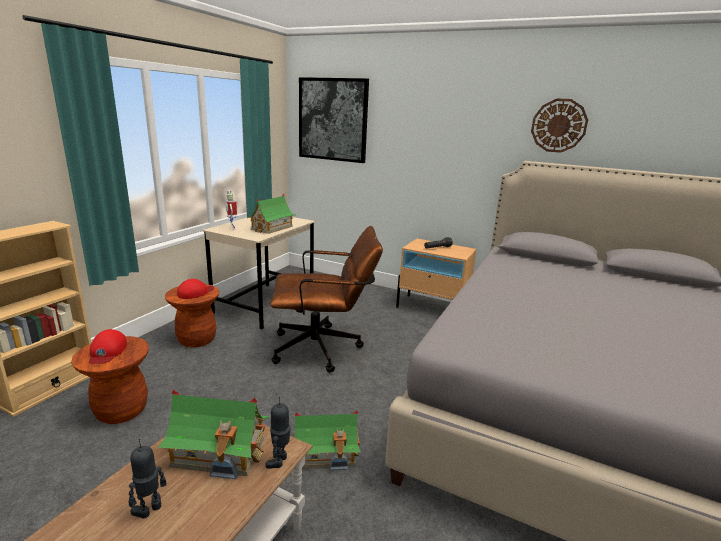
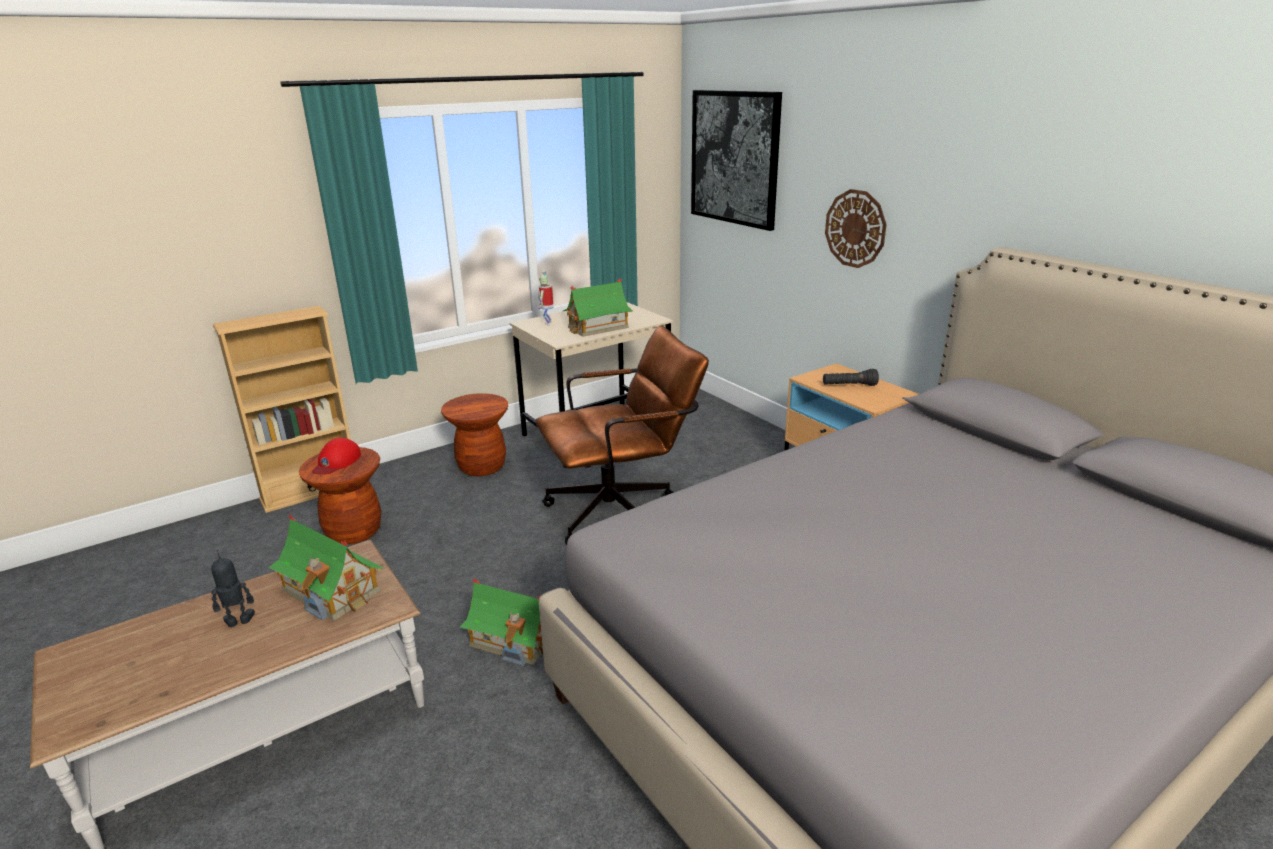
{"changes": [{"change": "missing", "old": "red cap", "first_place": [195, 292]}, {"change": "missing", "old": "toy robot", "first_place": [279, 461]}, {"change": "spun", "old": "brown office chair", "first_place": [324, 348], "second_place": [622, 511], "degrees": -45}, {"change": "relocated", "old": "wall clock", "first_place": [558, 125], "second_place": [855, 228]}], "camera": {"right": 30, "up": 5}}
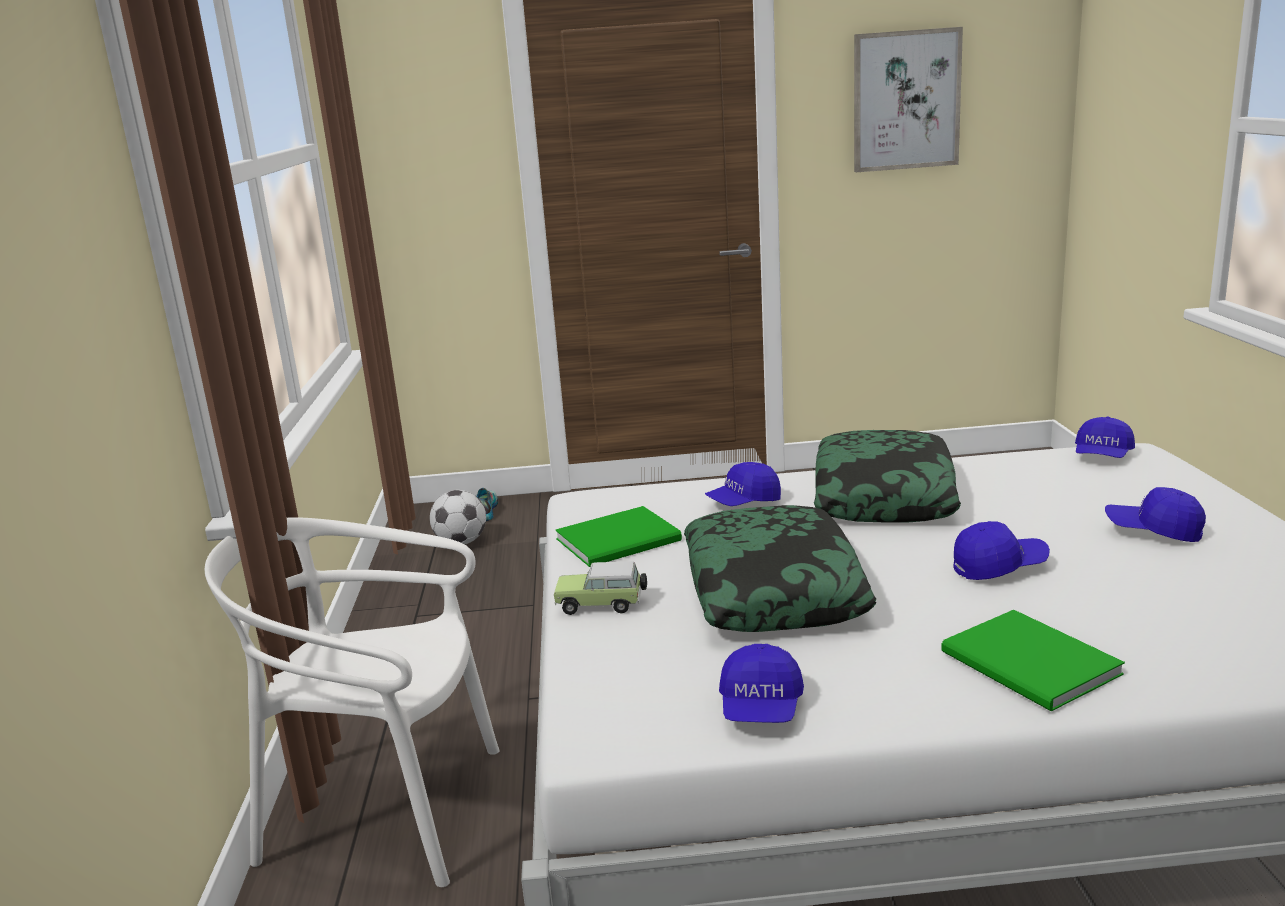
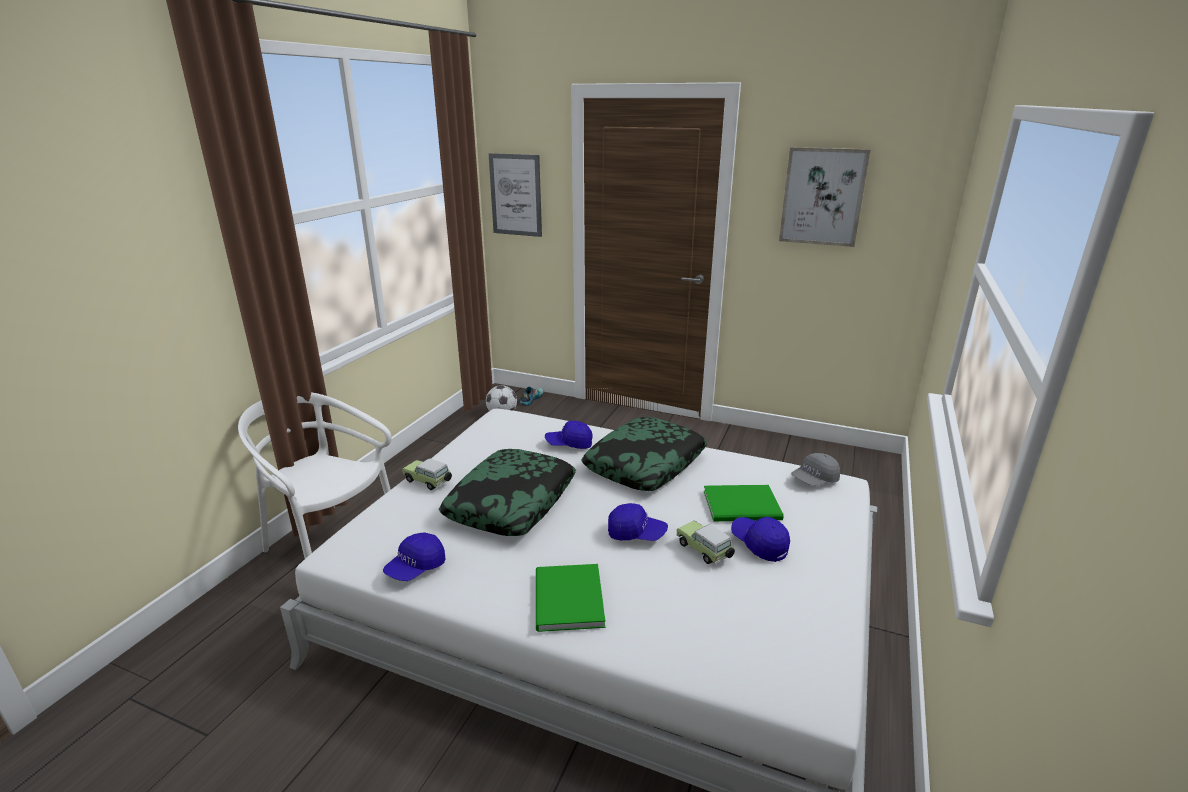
{"changes": [{"change": "relocated", "old": "green book", "first_place": [622, 540], "second_place": [744, 506]}, {"change": "colour", "old": "blue cap", "new": "grey cap", "first_place": [1102, 456], "second_place": [814, 480]}, {"change": "appeared", "new": "picture", "second_place": [516, 195]}, {"change": "appeared", "new": "toy car", "second_place": [705, 551]}], "camera": {"right": 25, "up": 5}}
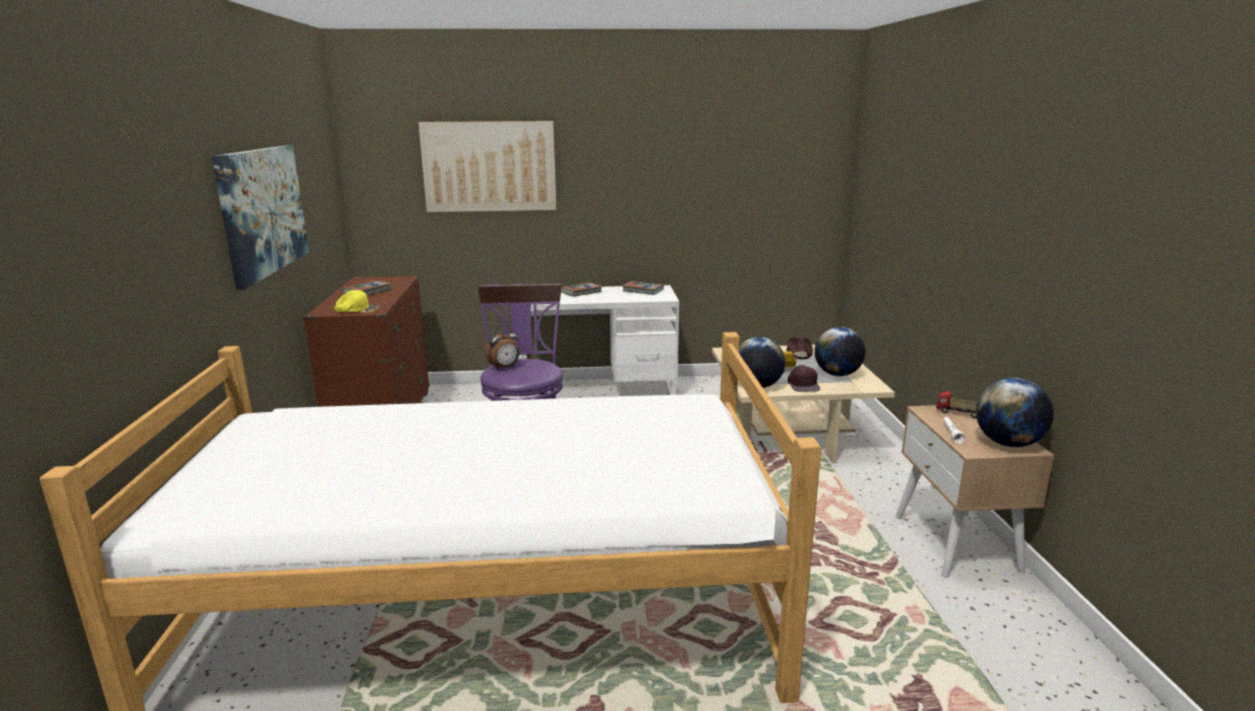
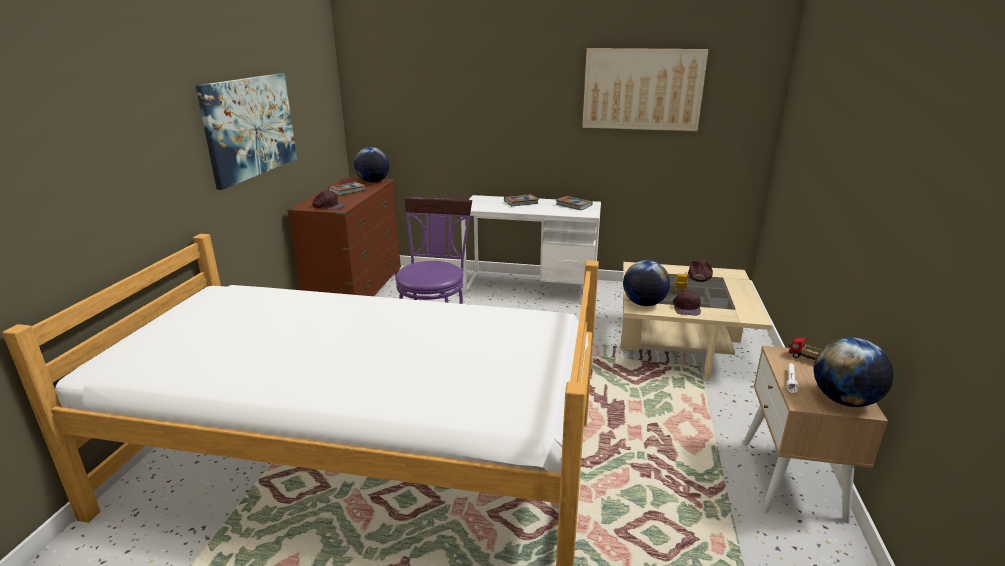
{"changes": [{"change": "colour", "old": "yellow cap", "new": "brown cap", "first_place": [357, 309], "second_place": [329, 206]}, {"change": "relocated", "old": "picture", "first_place": [489, 166], "second_place": [642, 89]}, {"change": "missing", "old": "alarm clock", "first_place": [504, 368]}, {"change": "relocated", "old": "globe", "first_place": [837, 374], "second_place": [373, 182]}], "camera": {"right": 15, "up": 5}}
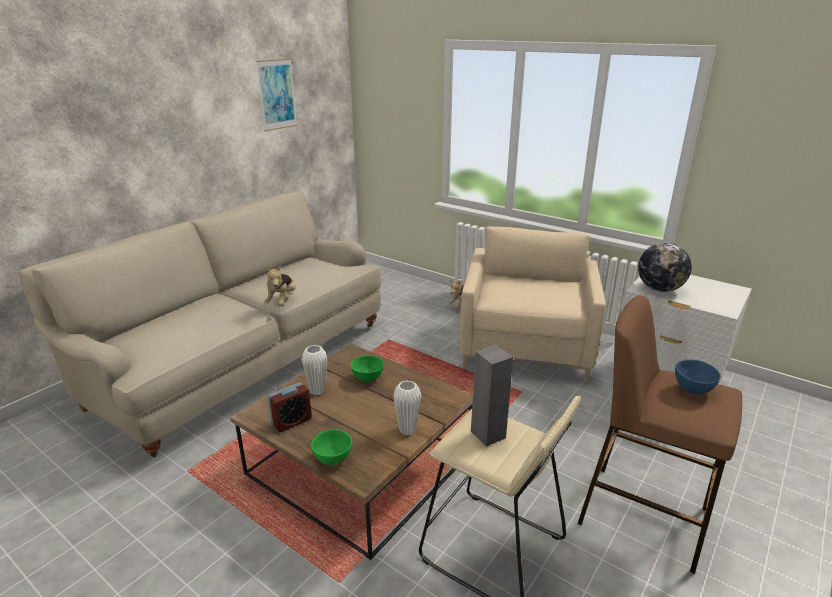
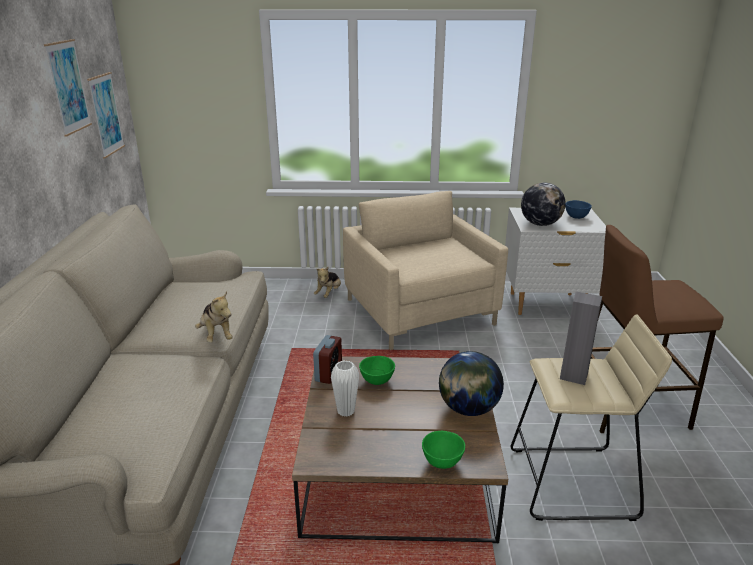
{"changes": [{"change": "relocated", "old": "alarm clock", "first_place": [291, 421], "second_place": [328, 373]}, {"change": "exchanged", "old": "white vase", "new": "globe", "first_place": [407, 430], "second_place": [468, 409]}, {"change": "relocated", "old": "blue bowl", "first_place": [692, 389], "second_place": [576, 217]}, {"change": "appeared", "new": "picture", "second_place": [106, 114]}], "camera": {"right": -35, "up": 0}}
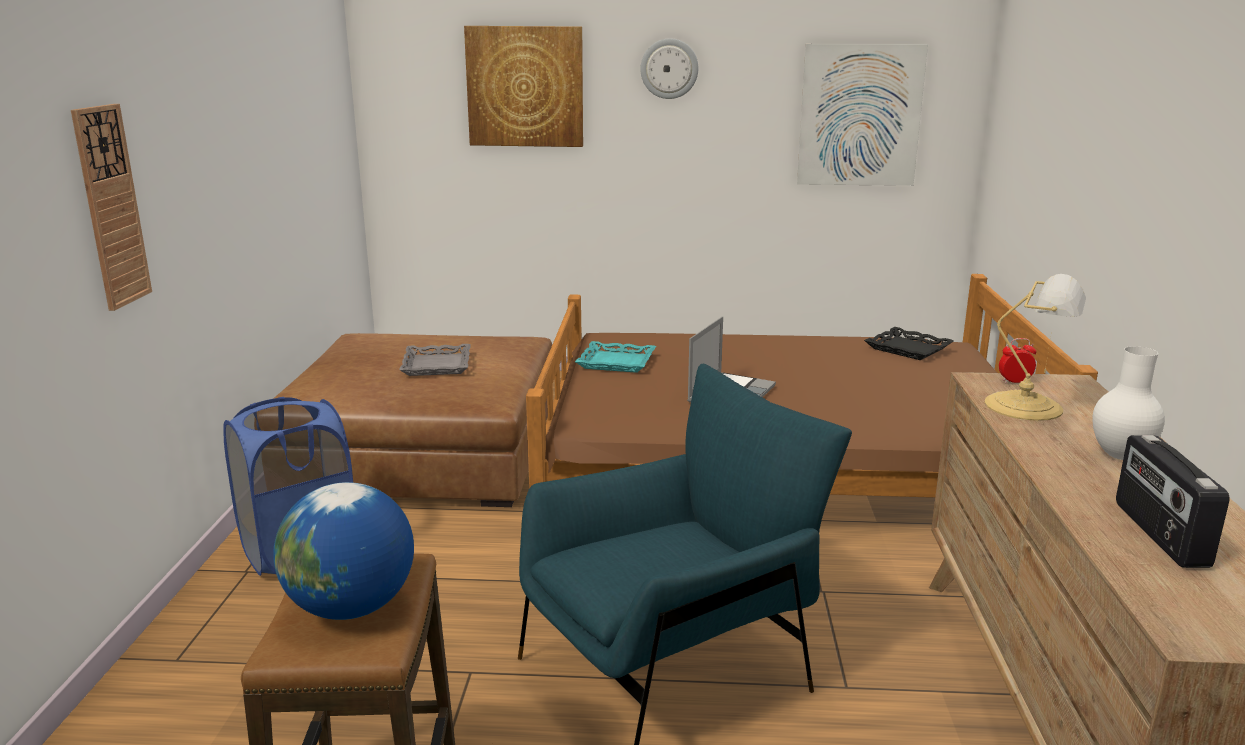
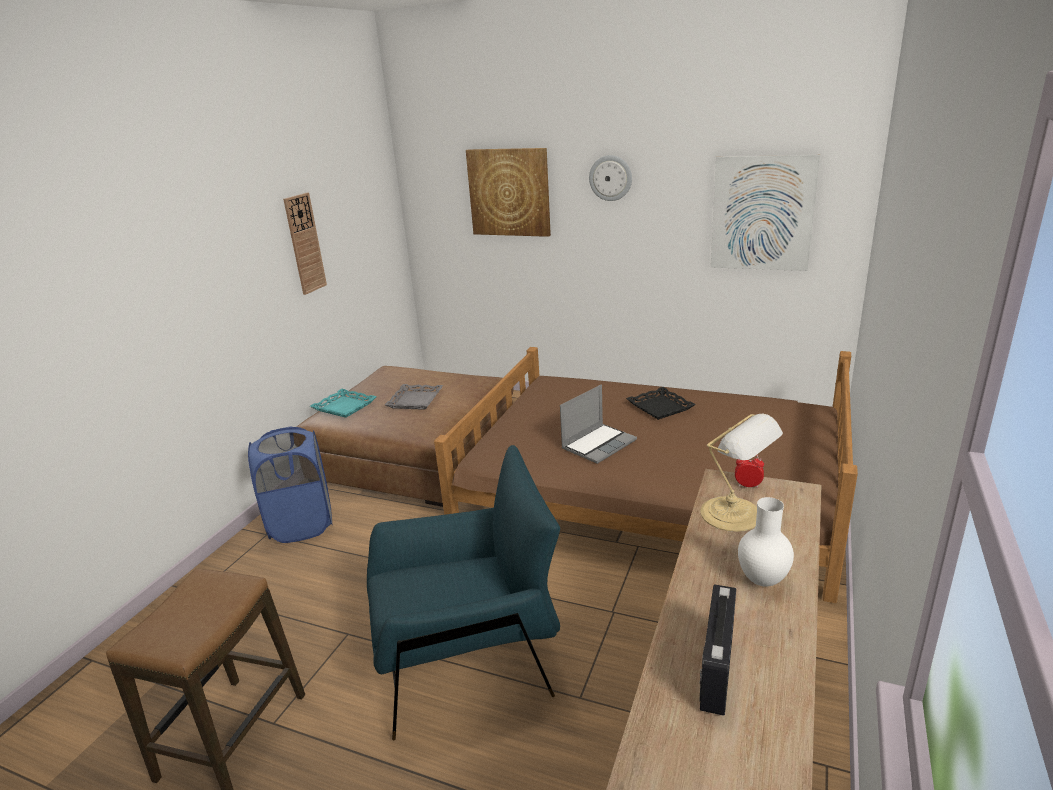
{"changes": [{"change": "relocated", "old": "wall clock", "first_place": [111, 207], "second_place": [304, 244]}, {"change": "missing", "old": "globe", "first_place": [351, 608]}, {"change": "relocated", "old": "turquoise tray", "first_place": [616, 362], "second_place": [344, 407]}, {"change": "relocated", "old": "black tray", "first_place": [907, 349], "second_place": [659, 407]}], "camera": {"right": 20, "up": 5}}
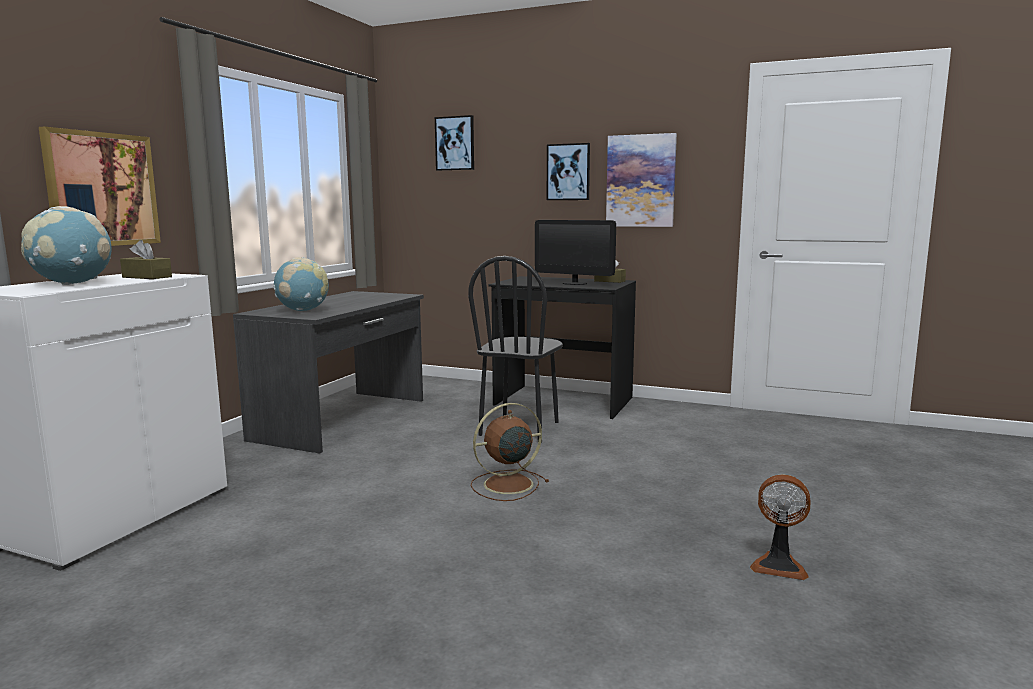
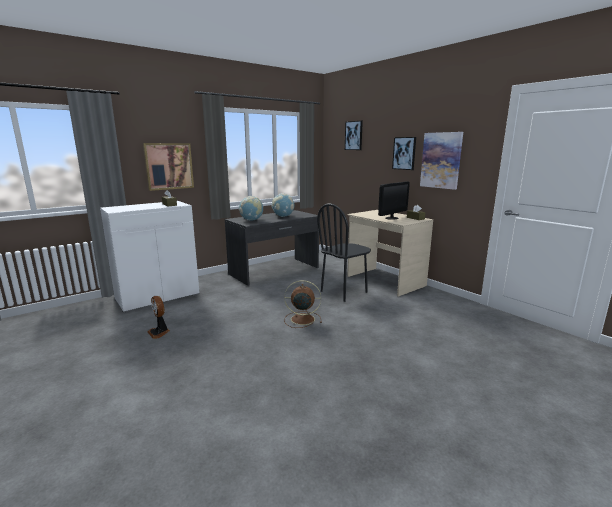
{"changes": [{"change": "relocated", "old": "globe", "first_place": [73, 283], "second_place": [283, 216]}, {"change": "colour", "old": "black desk", "new": "beige desk", "first_place": [562, 401], "second_place": [384, 281]}, {"change": "spun", "old": "monitor", "first_place": [574, 283], "second_place": [391, 218], "degrees": -105}, {"change": "relocated", "old": "fan", "first_place": [779, 565], "second_place": [159, 332]}], "camera": {"right": 30, "up": 5}}
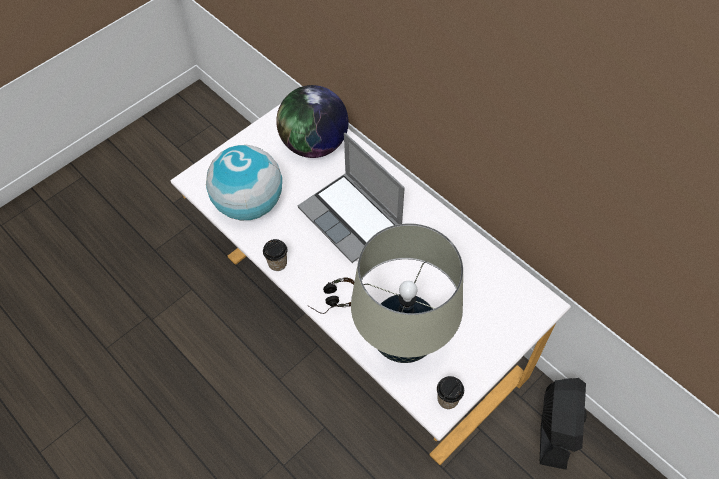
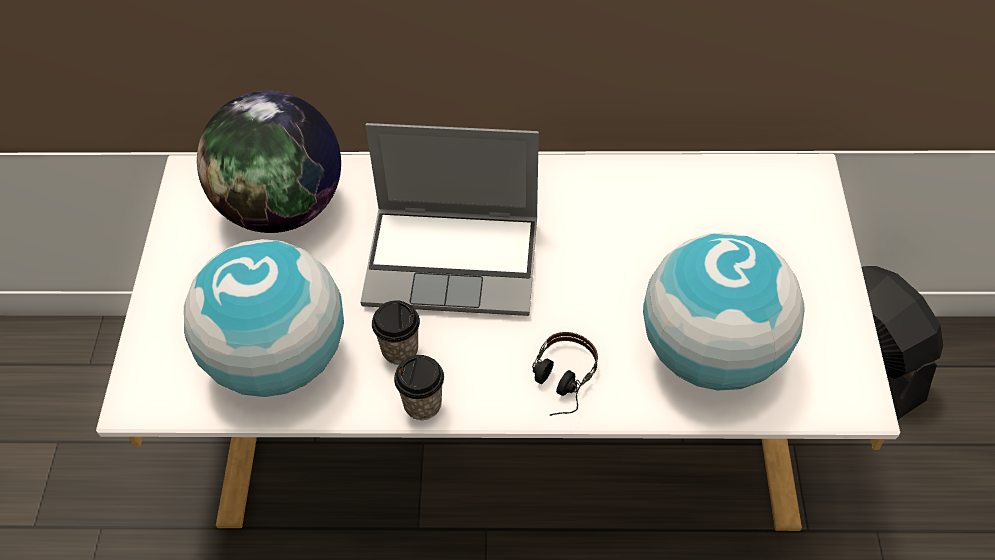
{"changes": [{"change": "exchanged", "old": "beige table lamp", "new": "globe", "first_place": [403, 340], "second_place": [711, 355]}, {"change": "relocated", "old": "cup", "first_place": [447, 399], "second_place": [400, 350]}], "camera": {"right": -45, "up": -5}}
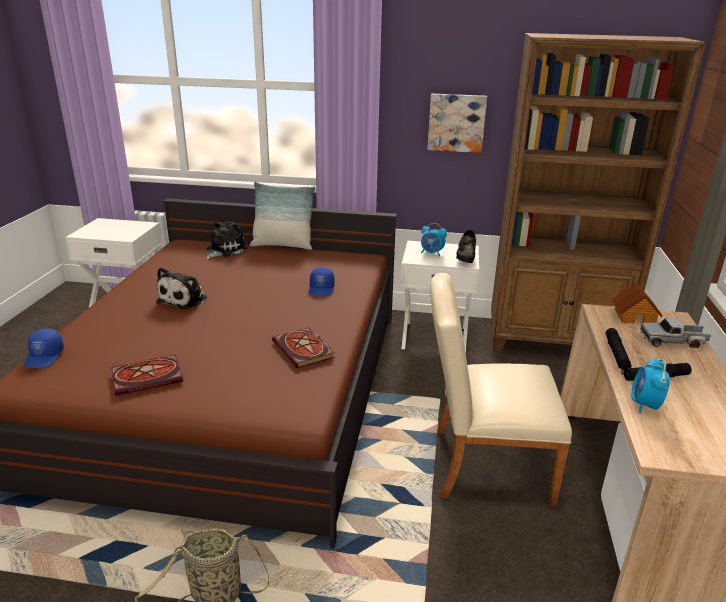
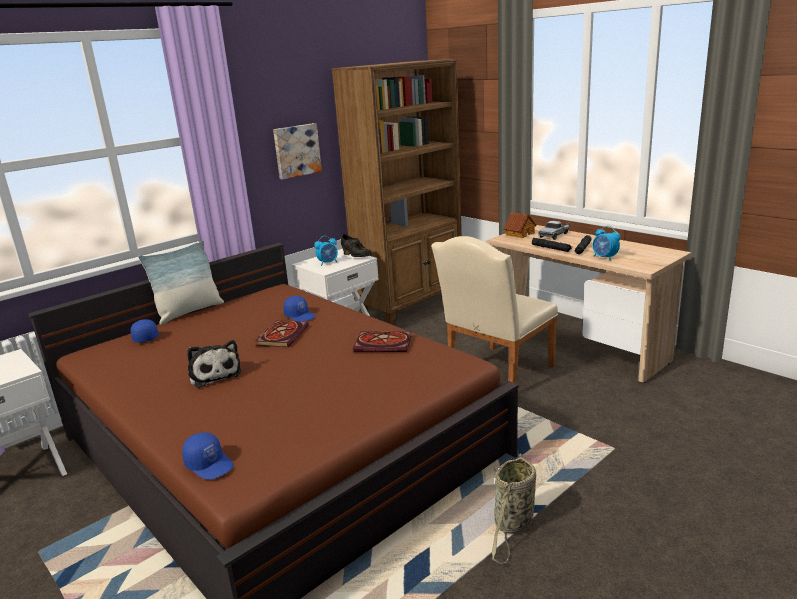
{"changes": [{"change": "relocated", "old": "book", "first_place": [149, 376], "second_place": [282, 335]}, {"change": "exchanged", "old": "plush toy", "new": "blue cap", "first_place": [224, 250], "second_place": [145, 337]}], "camera": {"right": -50, "up": -5}}
